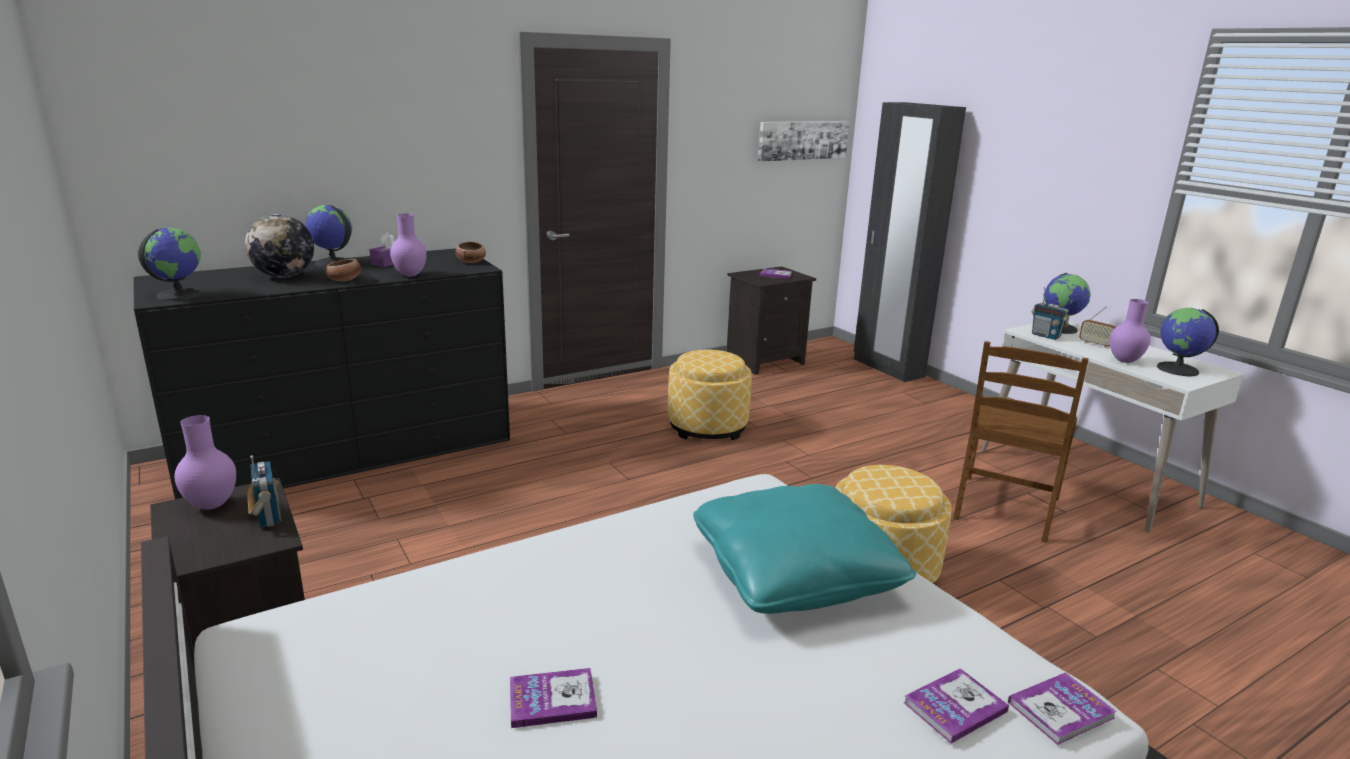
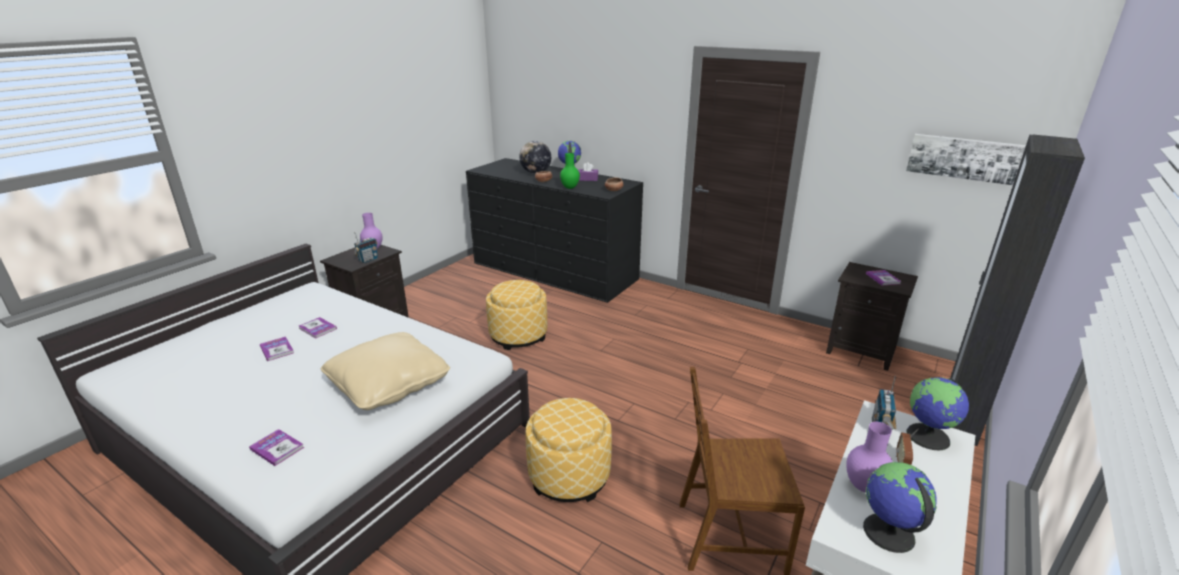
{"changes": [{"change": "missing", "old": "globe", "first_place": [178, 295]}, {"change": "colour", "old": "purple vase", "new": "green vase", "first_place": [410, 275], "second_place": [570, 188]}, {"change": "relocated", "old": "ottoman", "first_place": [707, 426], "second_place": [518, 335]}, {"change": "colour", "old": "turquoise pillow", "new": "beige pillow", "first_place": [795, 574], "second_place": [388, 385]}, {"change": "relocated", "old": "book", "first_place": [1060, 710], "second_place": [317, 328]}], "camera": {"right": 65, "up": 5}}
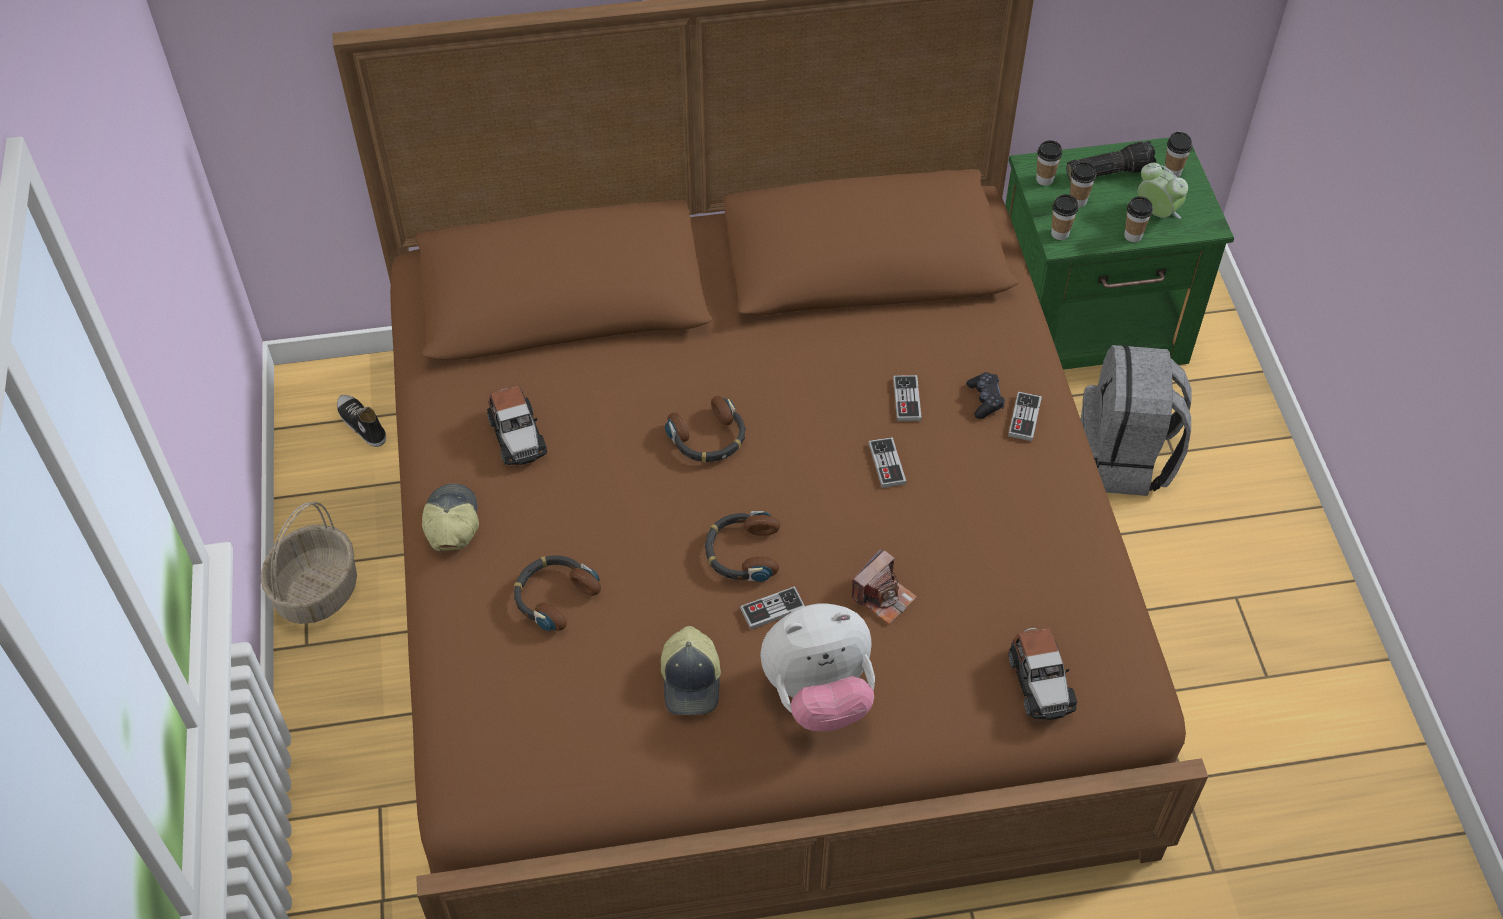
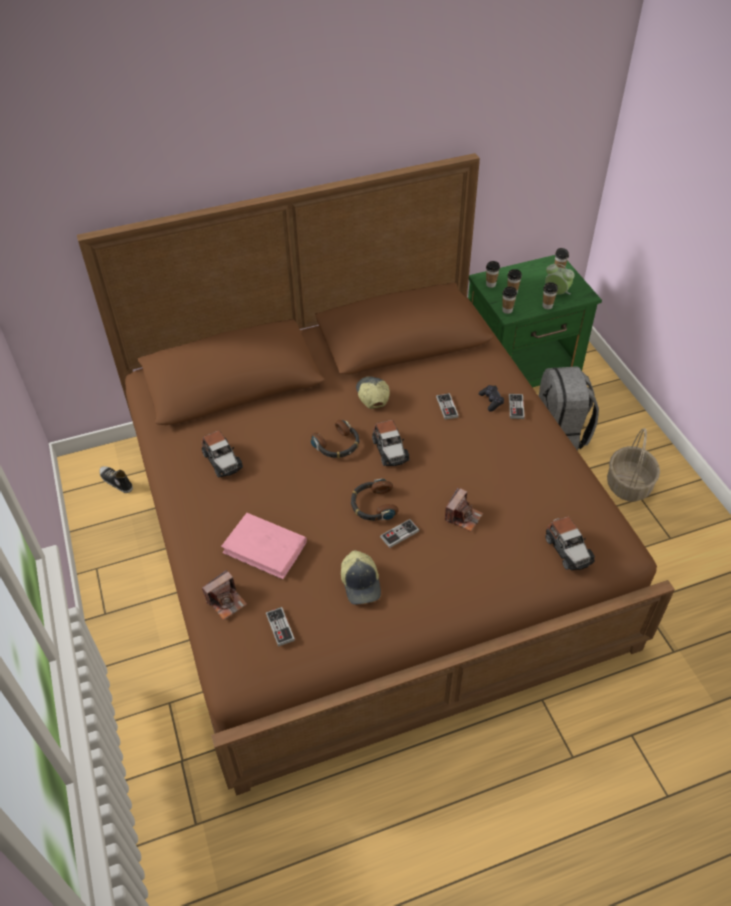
{"changes": [{"change": "relocated", "old": "basket", "first_place": [316, 590], "second_place": [628, 484]}, {"change": "relocated", "old": "cap", "first_place": [450, 522], "second_place": [372, 395]}, {"change": "exchanged", "old": "headphones", "new": "pink book", "first_place": [554, 596], "second_place": [265, 548]}, {"change": "missing", "old": "plush toy", "first_place": [818, 694]}, {"change": "relocated", "old": "game controller", "first_place": [887, 464], "second_place": [280, 627]}, {"change": "missing", "old": "flashlight", "first_place": [1109, 171]}, {"change": "appeared", "new": "photo camera", "second_place": [226, 601]}, {"change": "appeared", "new": "toy car", "second_place": [390, 450]}], "camera": {"right": -10, "up": -5}}
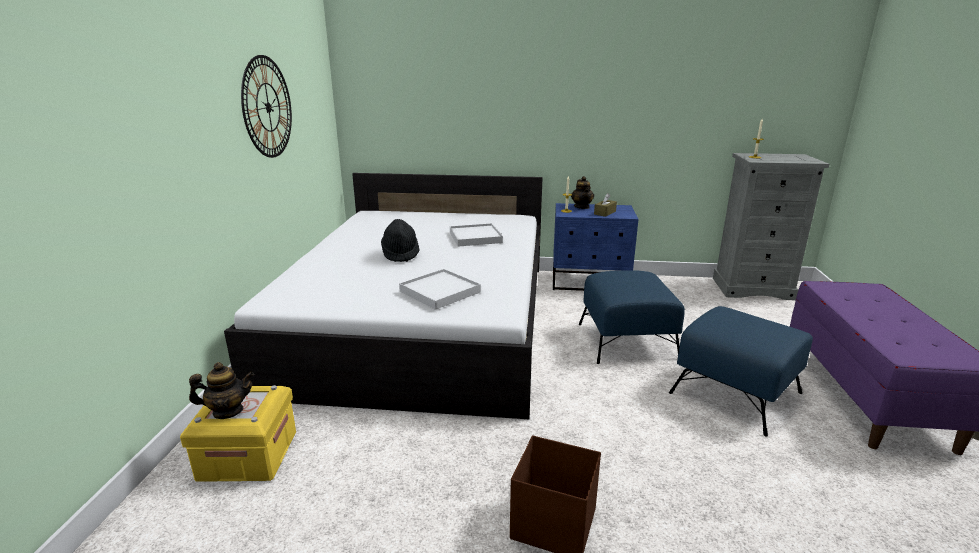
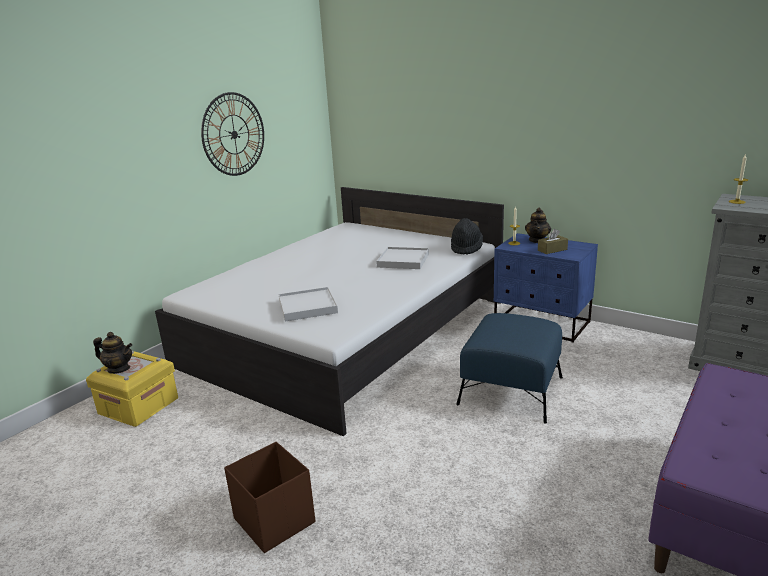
{"changes": [{"change": "relocated", "old": "black hat", "first_place": [400, 254], "second_place": [466, 248]}, {"change": "missing", "old": "blue ottoman", "first_place": [736, 393]}], "camera": {"right": 30, "up": 0}}
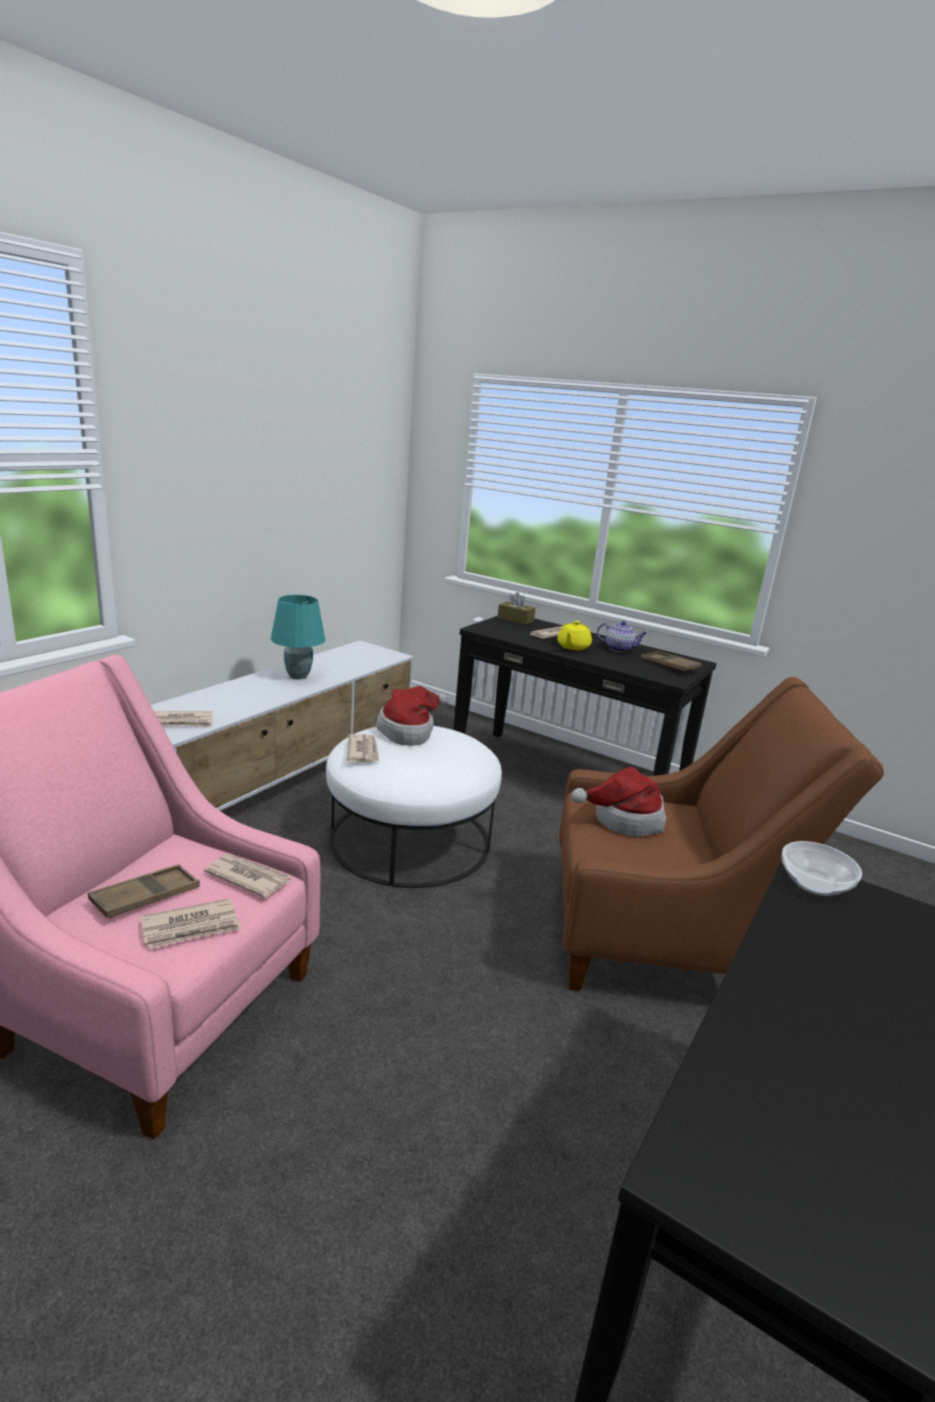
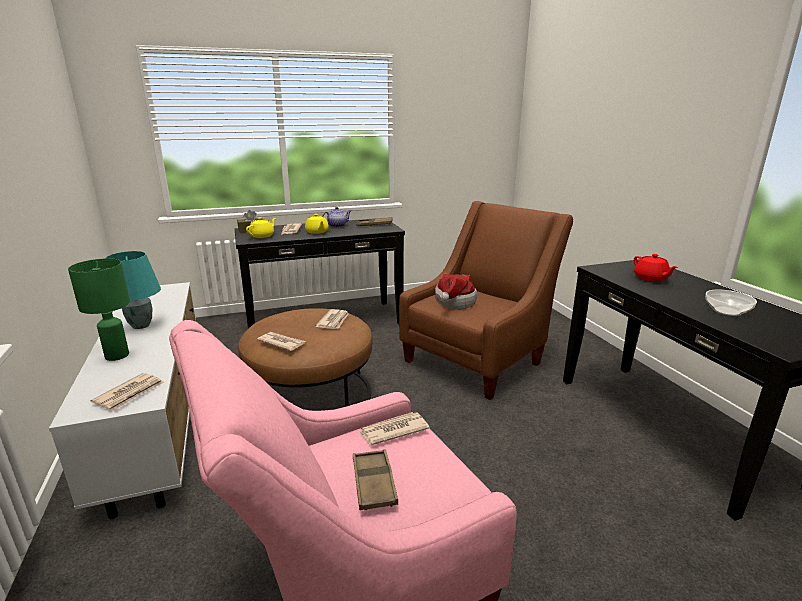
{"changes": [{"change": "relocated", "old": "newspaper", "first_place": [192, 927], "second_place": [334, 321]}, {"change": "colour", "old": "white ottoman", "new": "brown ottoman", "first_place": [410, 839], "second_place": [311, 394]}, {"change": "missing", "old": "hat", "first_place": [409, 731]}, {"change": "relocated", "old": "bowl", "first_place": [814, 883], "second_place": [726, 311]}, {"change": "appeared", "new": "green table lamp", "second_place": [117, 355]}, {"change": "appeared", "new": "yellow teapot", "second_place": [262, 236]}, {"change": "appeared", "new": "red teapot", "second_place": [651, 278]}], "camera": {"right": -50, "up": 0}}
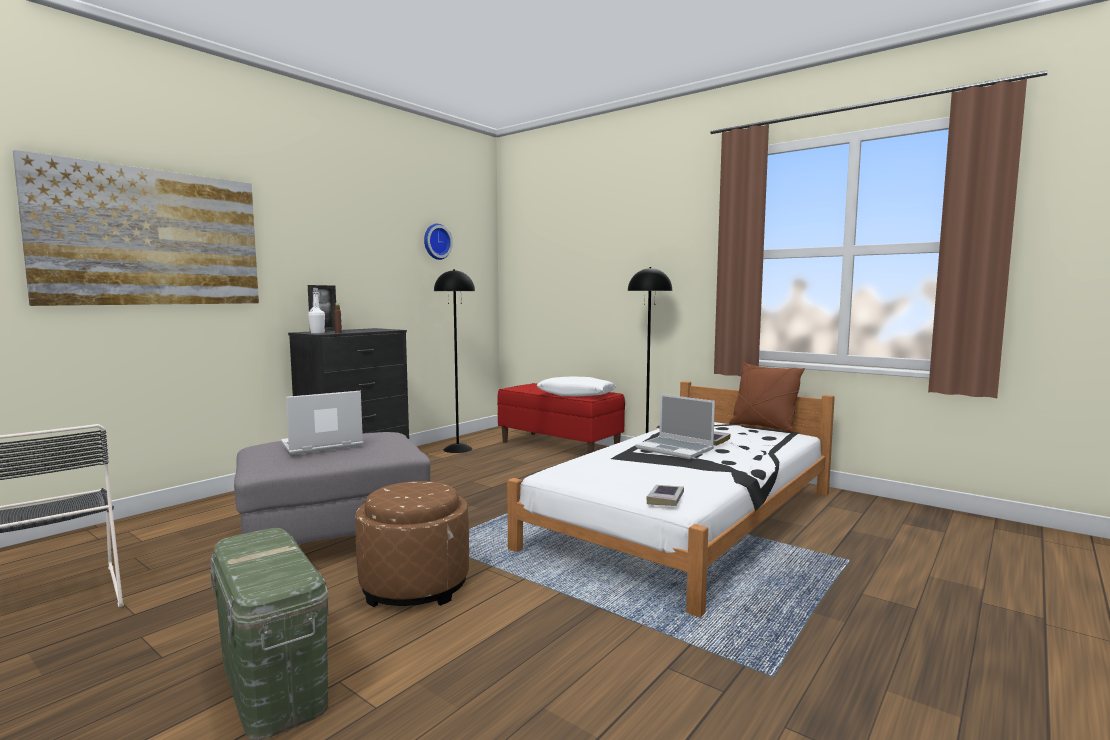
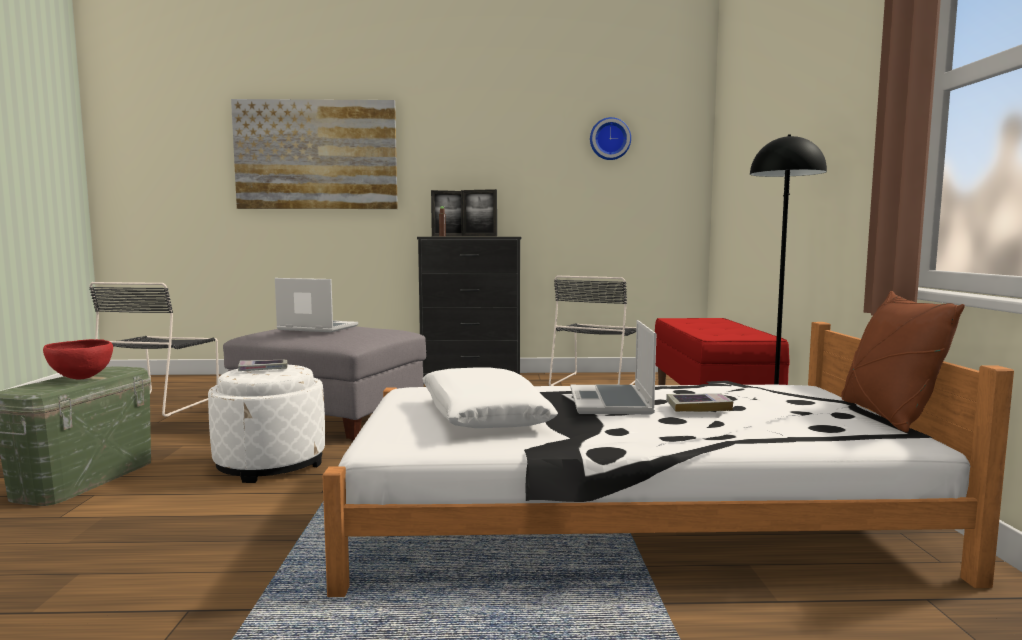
{"changes": [{"change": "missing", "old": "white bottle", "first_place": [317, 333]}, {"change": "colour", "old": "brown ottoman", "new": "white ottoman", "first_place": [415, 585], "second_place": [270, 464]}, {"change": "exchanged", "old": "black floor lamp", "new": "black chair", "first_place": [457, 449], "second_place": [596, 382]}, {"change": "relocated", "old": "white pillow", "first_place": [576, 395], "second_place": [483, 415]}, {"change": "relocated", "old": "book", "first_place": [665, 499], "second_place": [263, 369]}, {"change": "appeared", "new": "red bowl", "second_place": [80, 379]}, {"change": "appeared", "new": "picture frame", "second_place": [479, 236]}], "camera": {"right": 50, "up": 0}}
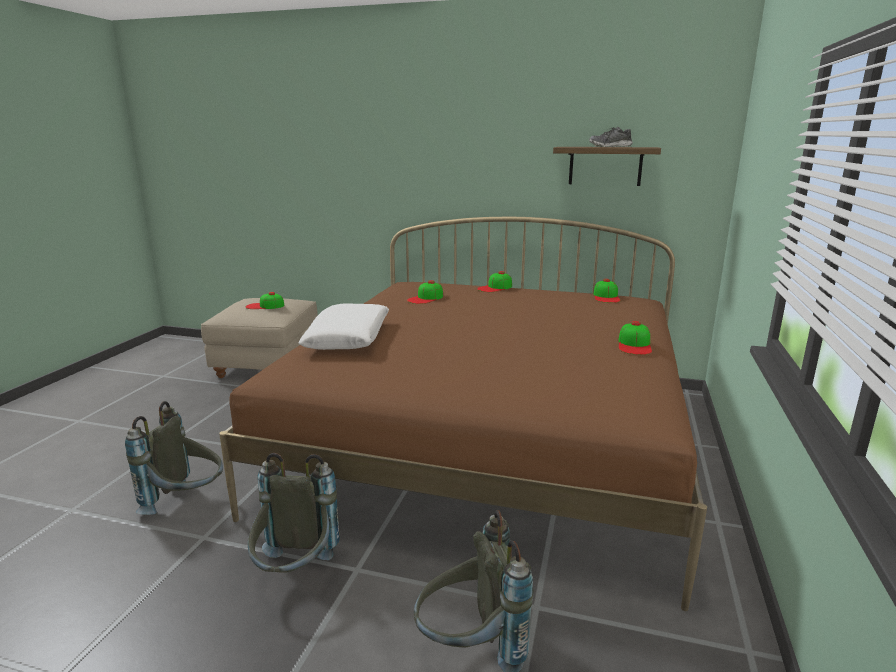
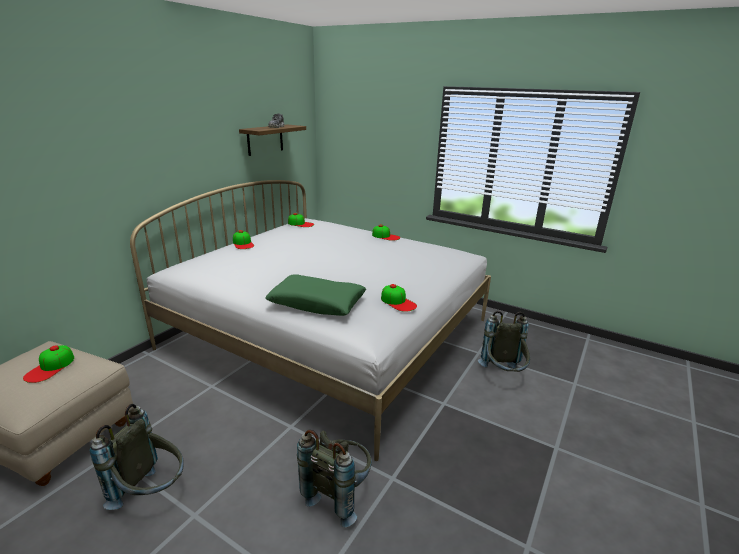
{"changes": [{"change": "colour", "old": "brown bed", "new": "white bed", "first_place": [489, 441], "second_place": [330, 333]}, {"change": "relocated", "old": "grey backpack", "first_place": [295, 574], "second_place": [152, 493]}, {"change": "colour", "old": "white pillow", "new": "green pillow", "first_place": [348, 338], "second_place": [317, 303]}, {"change": "relocated", "old": "cap", "first_place": [425, 298], "second_place": [398, 302]}], "camera": {"right": -75, "up": 5}}
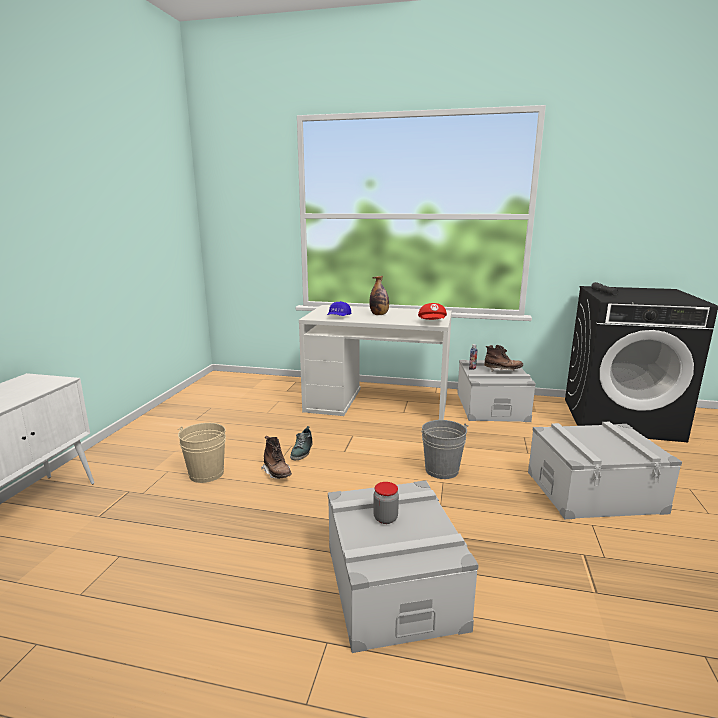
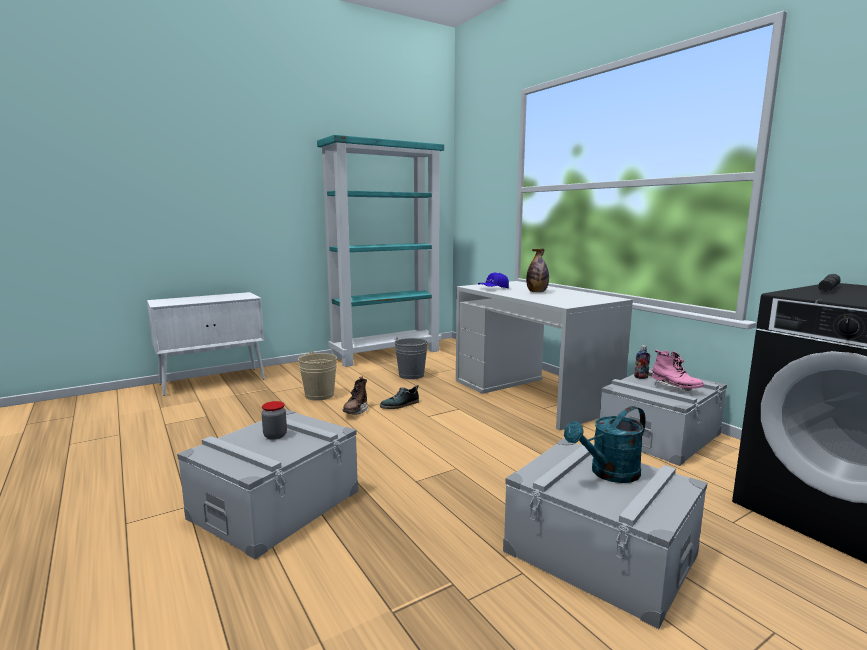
{"changes": [{"change": "missing", "old": "red cap", "first_place": [432, 323]}, {"change": "relocated", "old": "grey bucket", "first_place": [441, 470], "second_place": [411, 375]}, {"change": "colour", "old": "brown boot", "new": "pink boot", "first_place": [502, 370], "second_place": [675, 388]}, {"change": "appeared", "new": "turquoise bookcase", "second_place": [386, 354]}, {"change": "appeared", "new": "turquoise watering can", "second_place": [608, 474]}], "camera": {"right": 45, "up": -5}}
